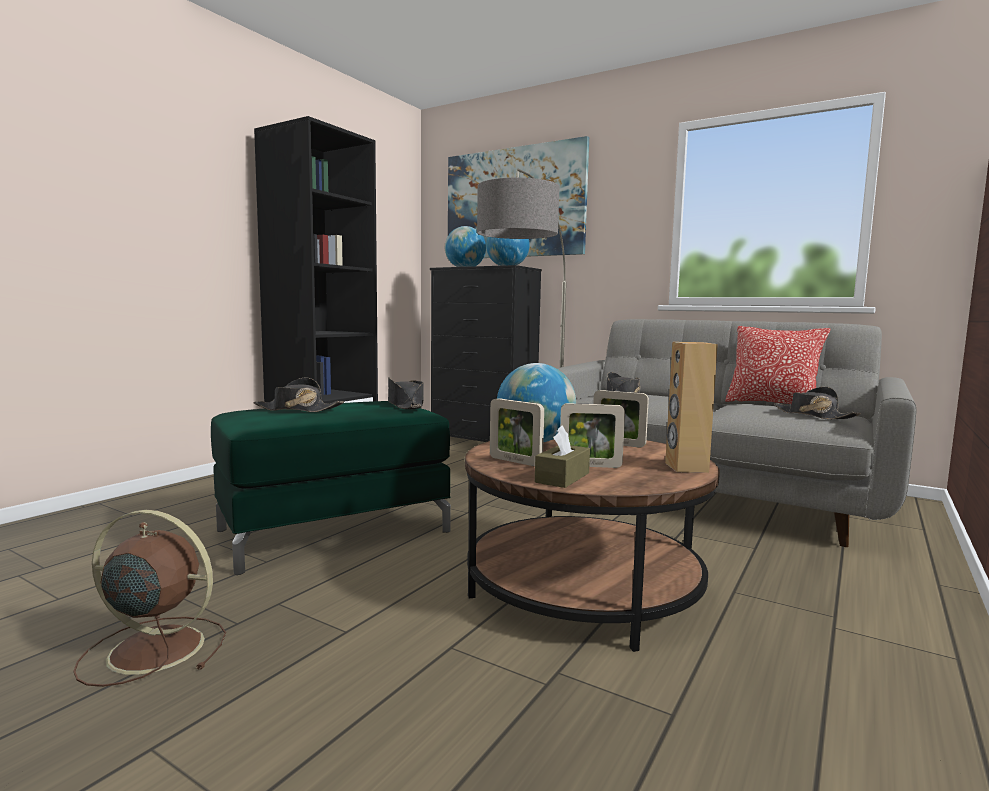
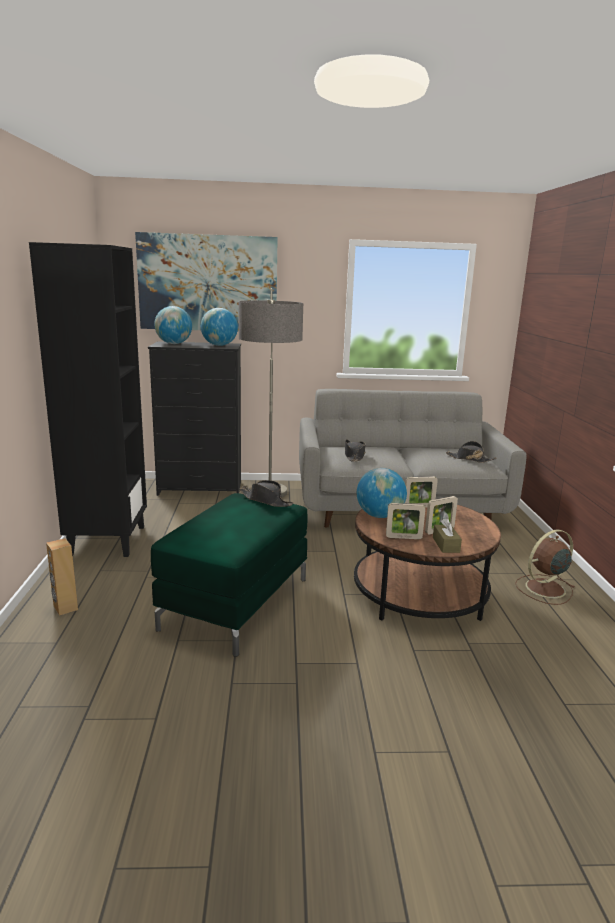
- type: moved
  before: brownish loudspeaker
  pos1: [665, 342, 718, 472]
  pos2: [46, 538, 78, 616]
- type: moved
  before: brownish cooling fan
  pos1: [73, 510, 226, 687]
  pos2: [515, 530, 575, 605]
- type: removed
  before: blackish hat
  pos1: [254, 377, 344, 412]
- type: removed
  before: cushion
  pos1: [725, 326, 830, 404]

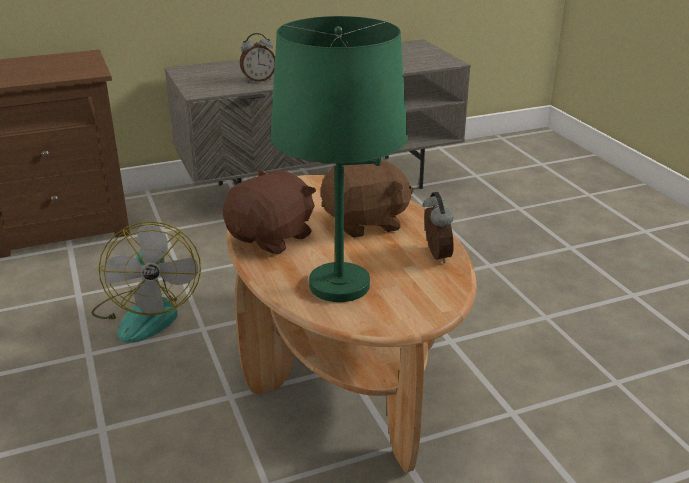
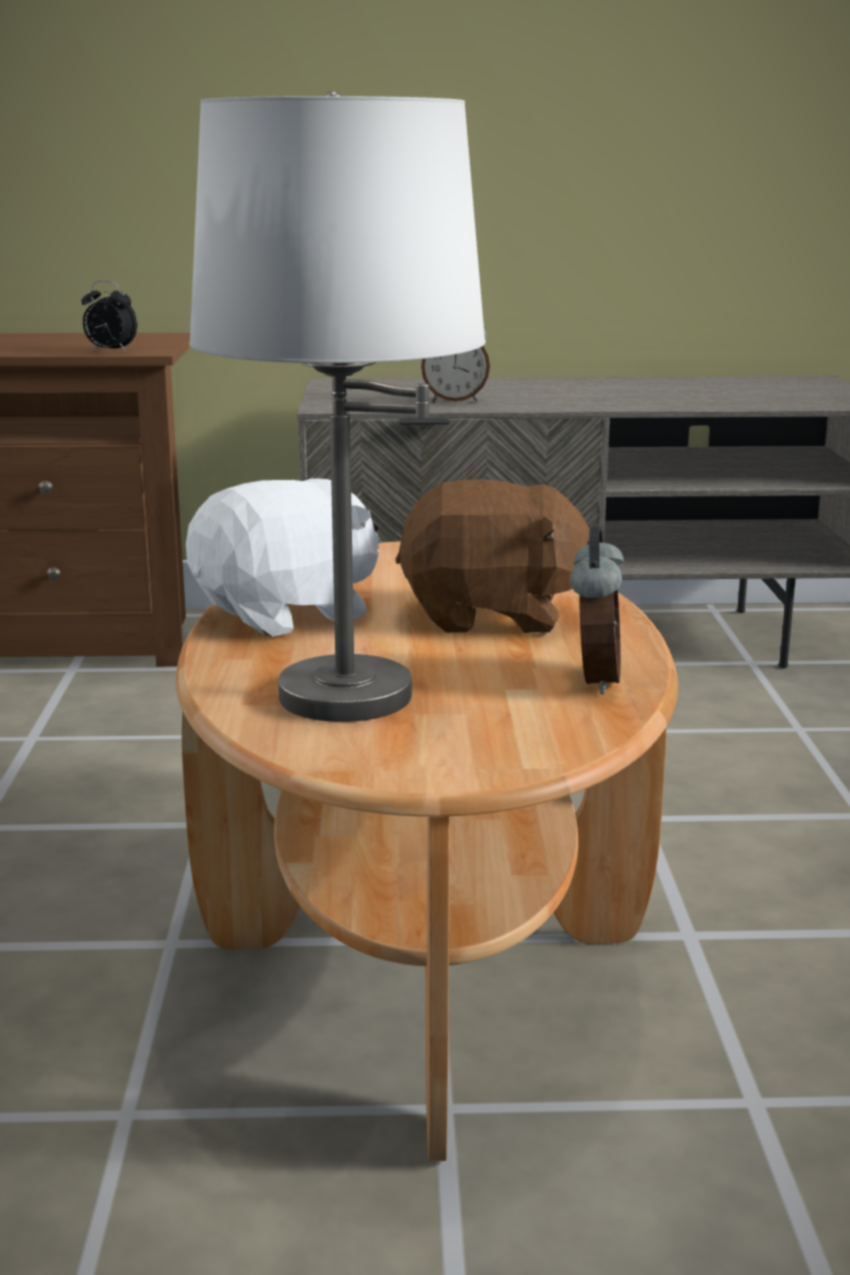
- type: added
  after: bedside clock
  pos2: [81, 281, 137, 352]
- type: recoloured
  before: brownish soft toy
  after: white soft toy
  pos1: [222, 170, 316, 254]
  pos2: [186, 478, 380, 637]
- type: recoloured
  before: green-coloured lamp for a table
  after: white lamp for a table
  pos1: [270, 16, 408, 302]
  pos2: [189, 91, 486, 722]
- type: removed
  before: cooling fan
  pos1: [92, 221, 201, 343]

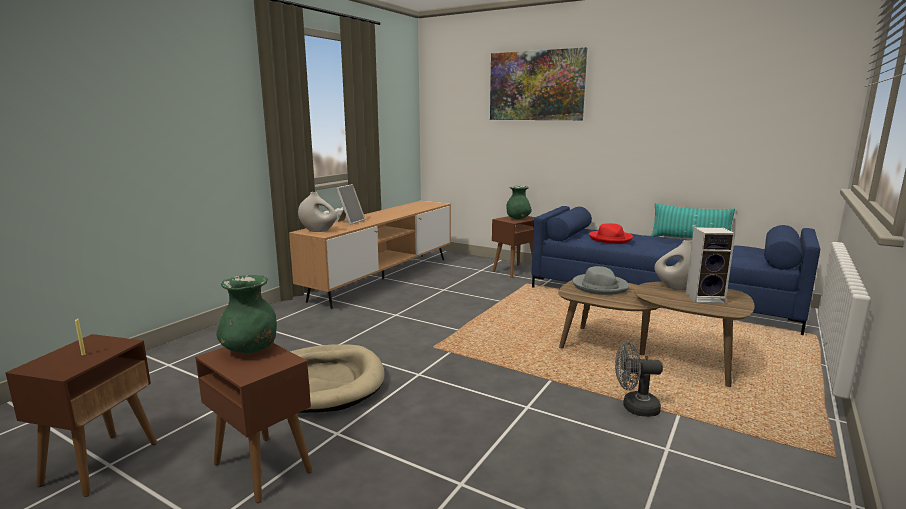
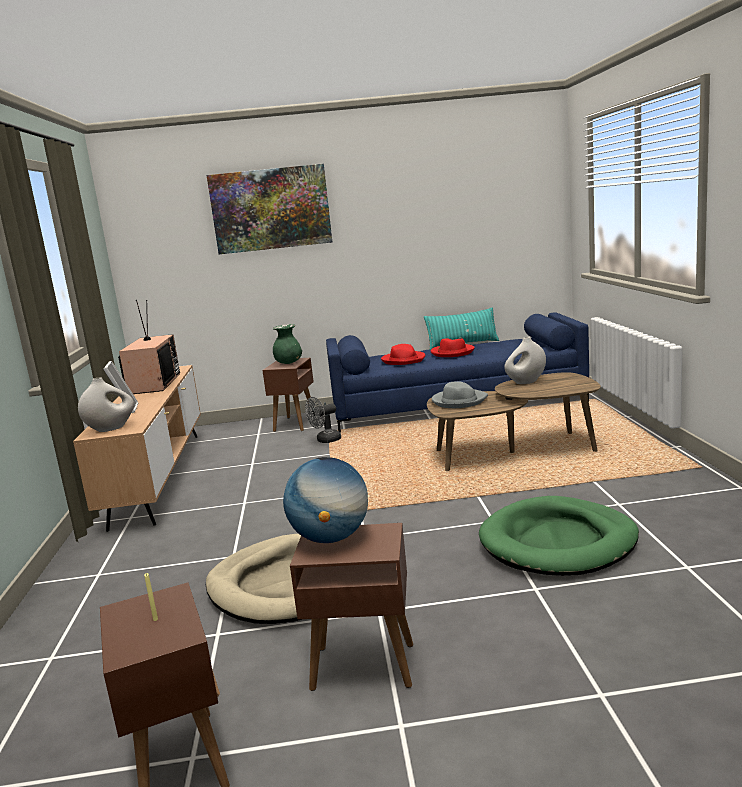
- type: added
  after: TV
  pos2: [118, 300, 180, 394]
- type: replaced
  before: green-coloured vase
  after: globe
  pos1: [216, 275, 277, 353]
  pos2: [283, 457, 368, 543]
- type: moved
  before: grey cooling fan
  pos1: [615, 342, 663, 417]
  pos2: [305, 397, 341, 443]
- type: added
  after: reddish hat
  pos2: [431, 338, 475, 357]
- type: added
  after: green-coloured pet bed
  pos2: [479, 496, 639, 576]
- type: removed
  before: loudspeaker
  pos1: [686, 227, 735, 304]

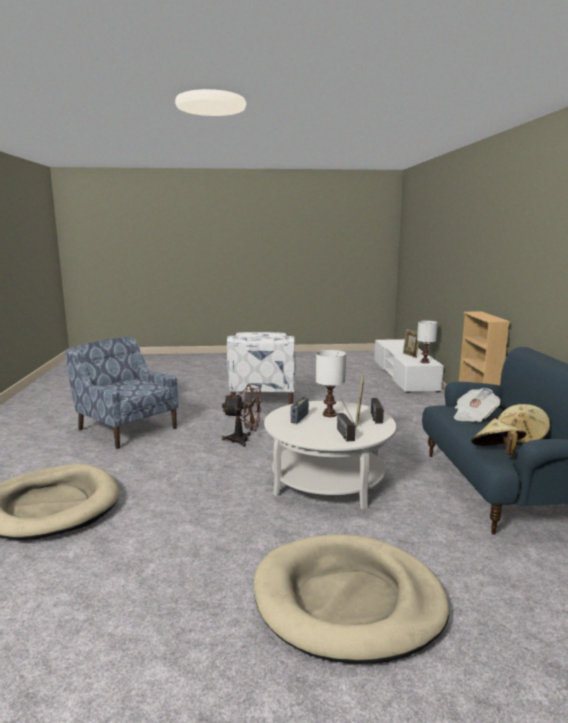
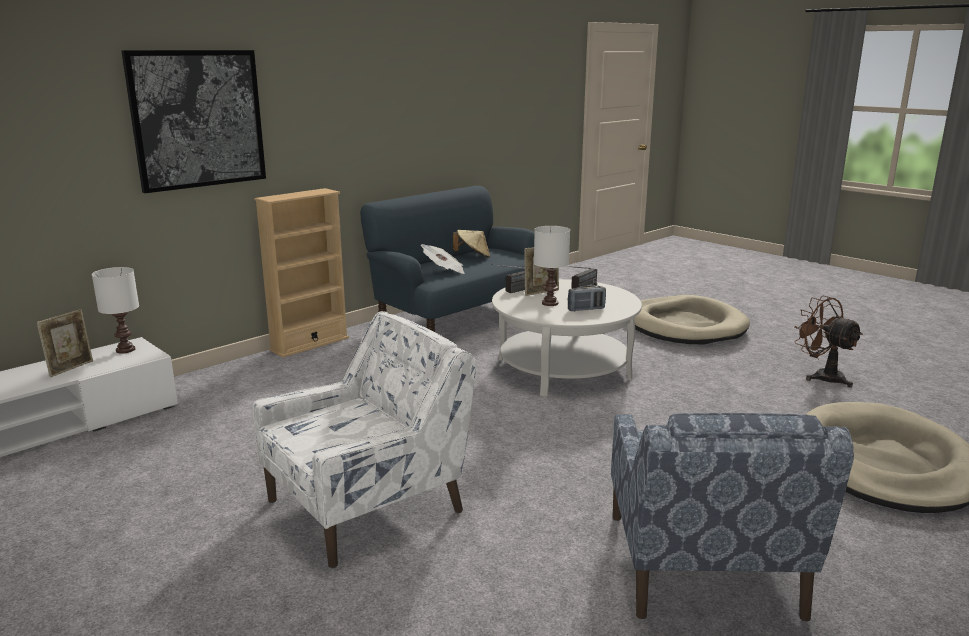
- type: added
  after: wall picture
  pos2: [121, 50, 266, 193]
- type: moved
  before: brownish cooling fan
  pos1: [222, 384, 262, 447]
  pos2: [794, 296, 863, 388]
- type: removed
  before: beige hat
  pos1: [471, 418, 526, 455]

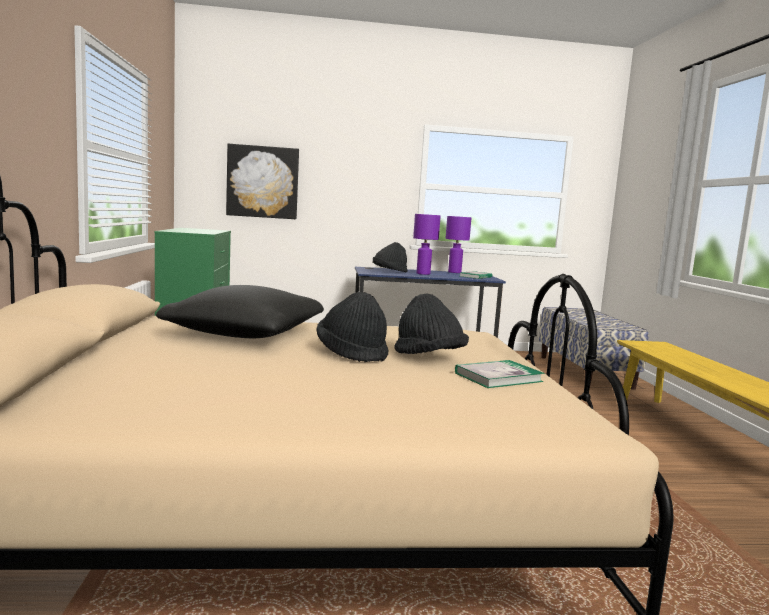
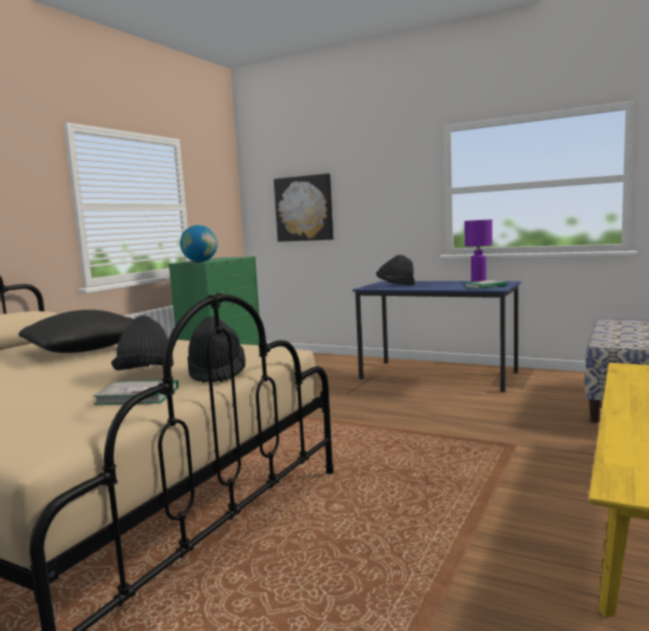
- type: added
  after: globe
  pos2: [180, 225, 218, 262]
- type: moved
  before: blackish hat
  pos1: [316, 292, 389, 362]
  pos2: [187, 317, 246, 383]
- type: removed
  before: purplish lamp for a table
  pos1: [413, 214, 441, 275]

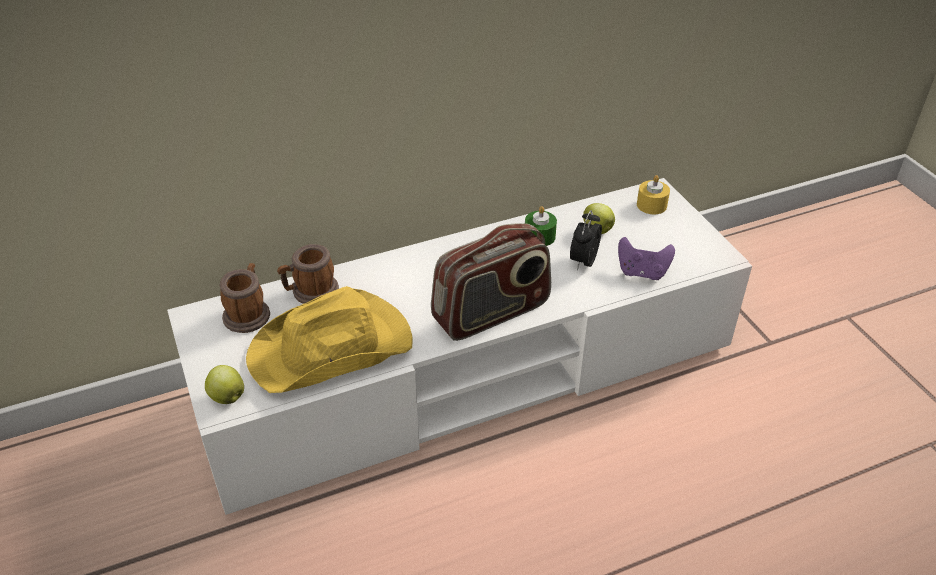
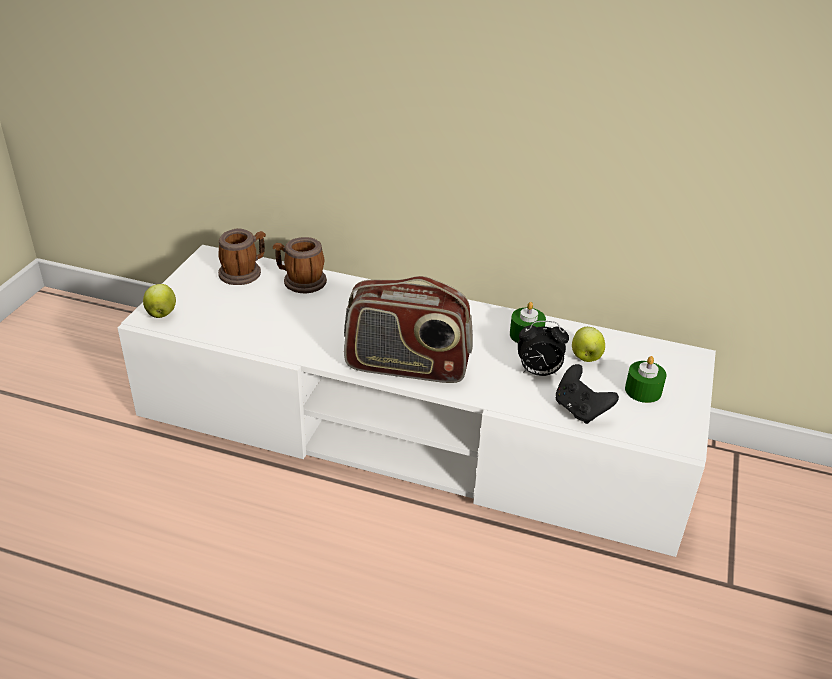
- type: turned
  before: bedside clock
  pos1: [570, 210, 602, 270]
  pos2: [518, 321, 569, 376]
  turn: -150
- type: recoloured
  before: purplish joypad
  after: blackish joypad
  pos1: [618, 237, 675, 280]
  pos2: [556, 364, 619, 424]
- type: added
  after: green-coloured wax candle
  pos2: [625, 356, 667, 403]
- type: removed
  before: yellow-coloured hat
  pos1: [246, 286, 413, 393]
- type: removed
  before: yellow-coloured wax candle
  pos1: [637, 175, 670, 214]

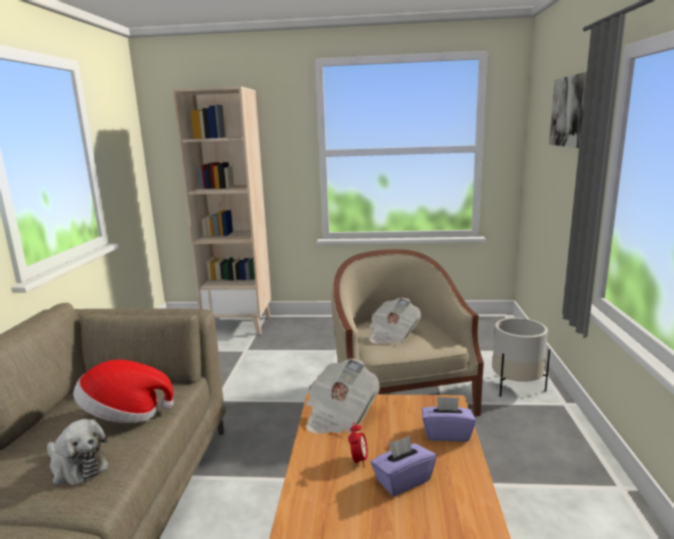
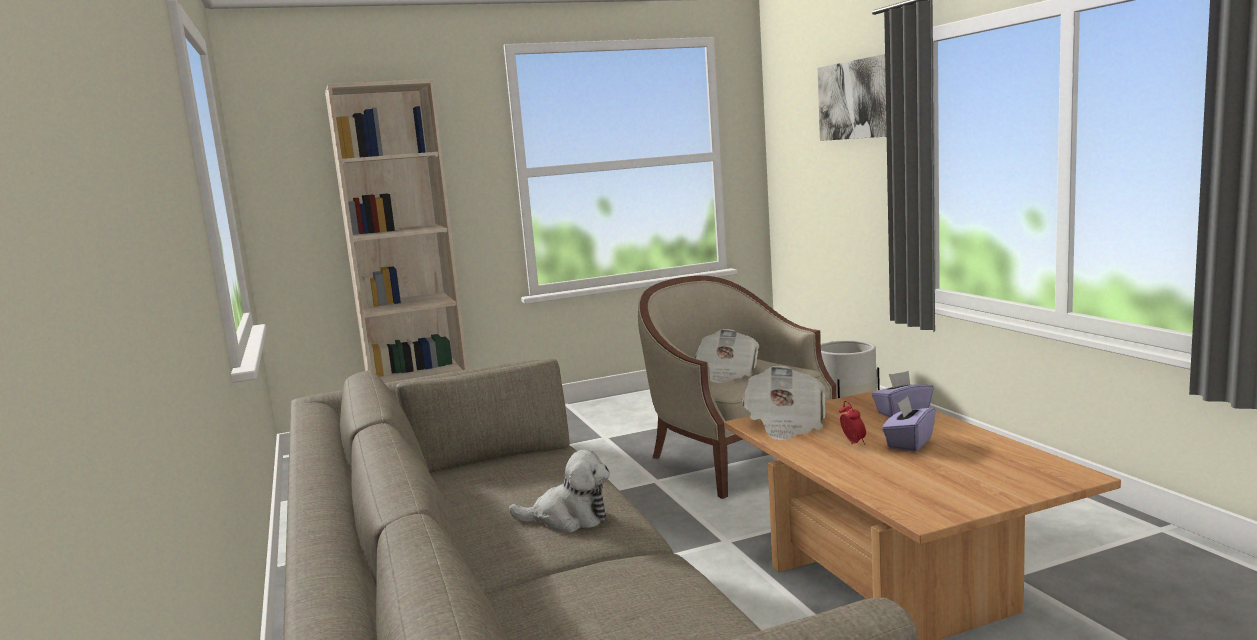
- type: removed
  before: hat
  pos1: [73, 359, 174, 423]

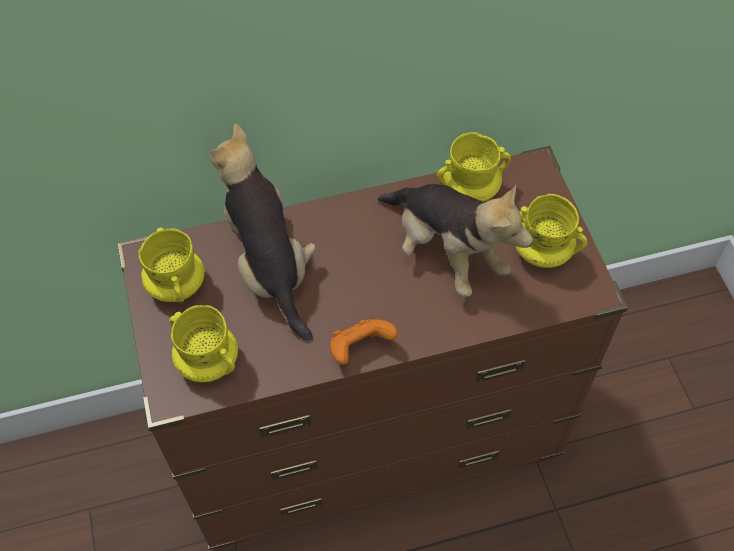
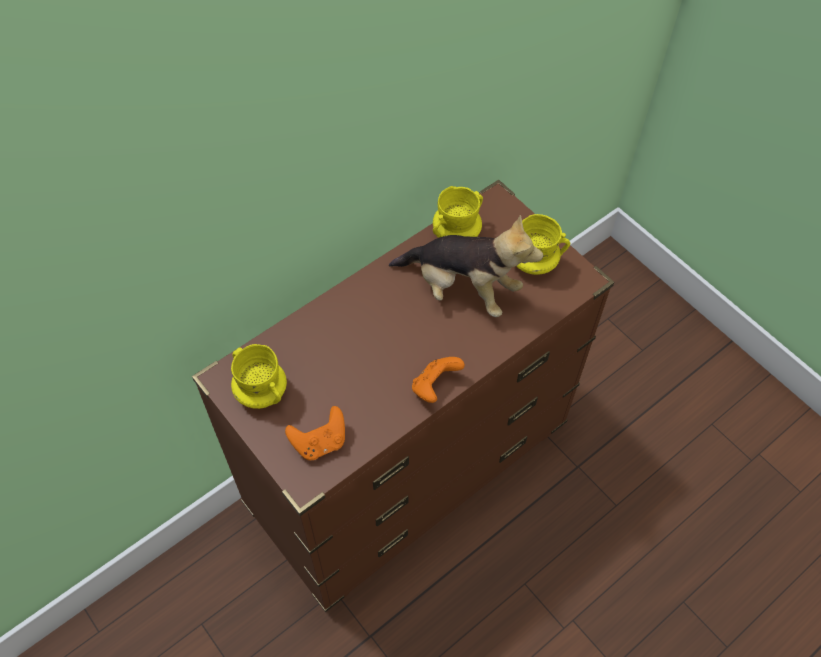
- type: replaced
  before: yellow-coloured coffee mug
  after: orange-coloured joypad
  pos1: [169, 305, 238, 382]
  pos2: [285, 406, 345, 460]
- type: removed
  before: soft toy
  pos1: [210, 124, 316, 341]

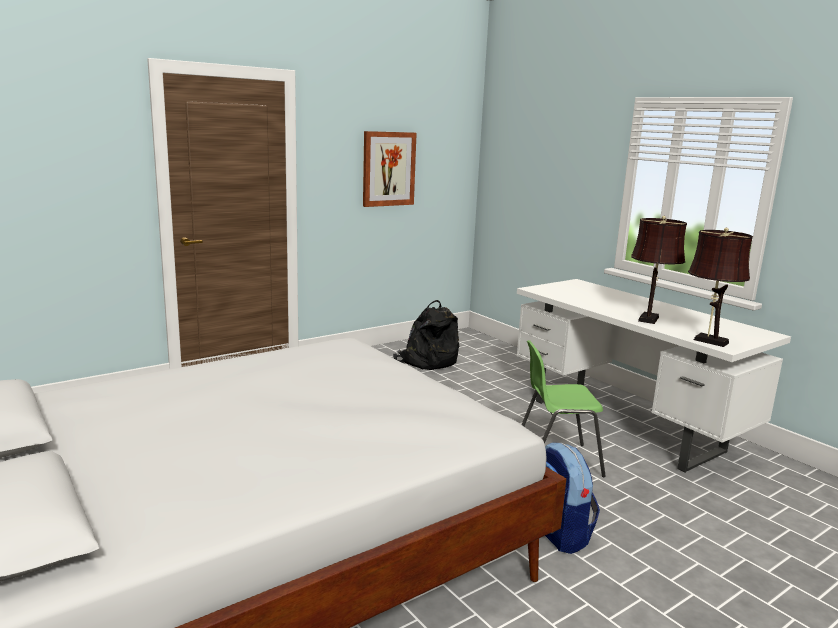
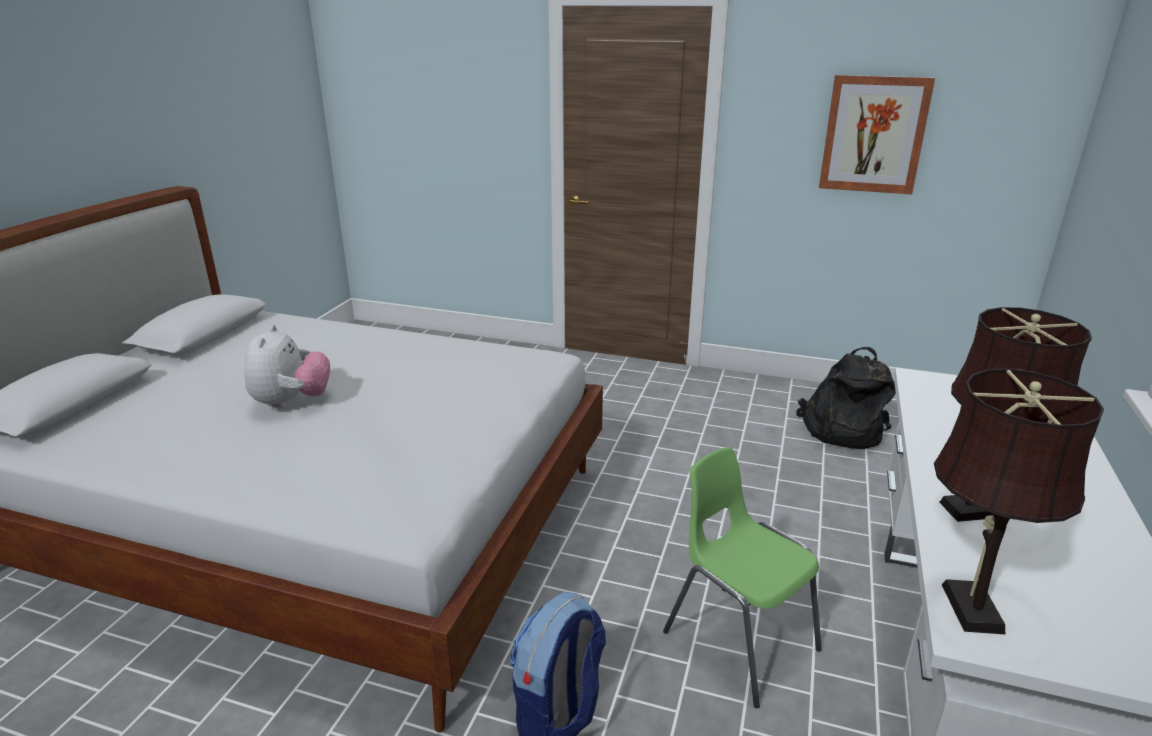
- type: added
  after: soft toy
  pos2: [244, 325, 330, 410]

